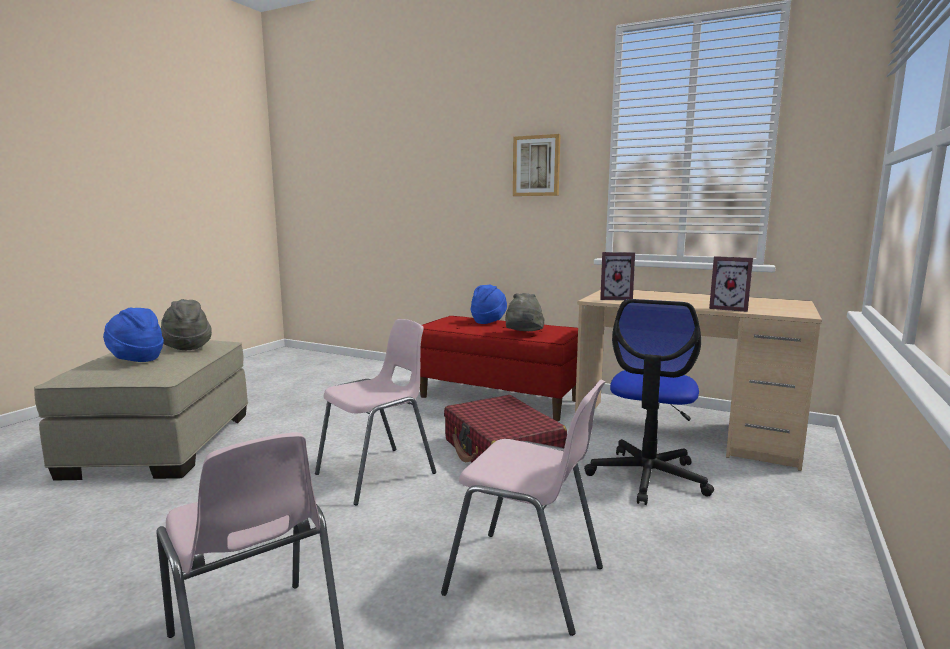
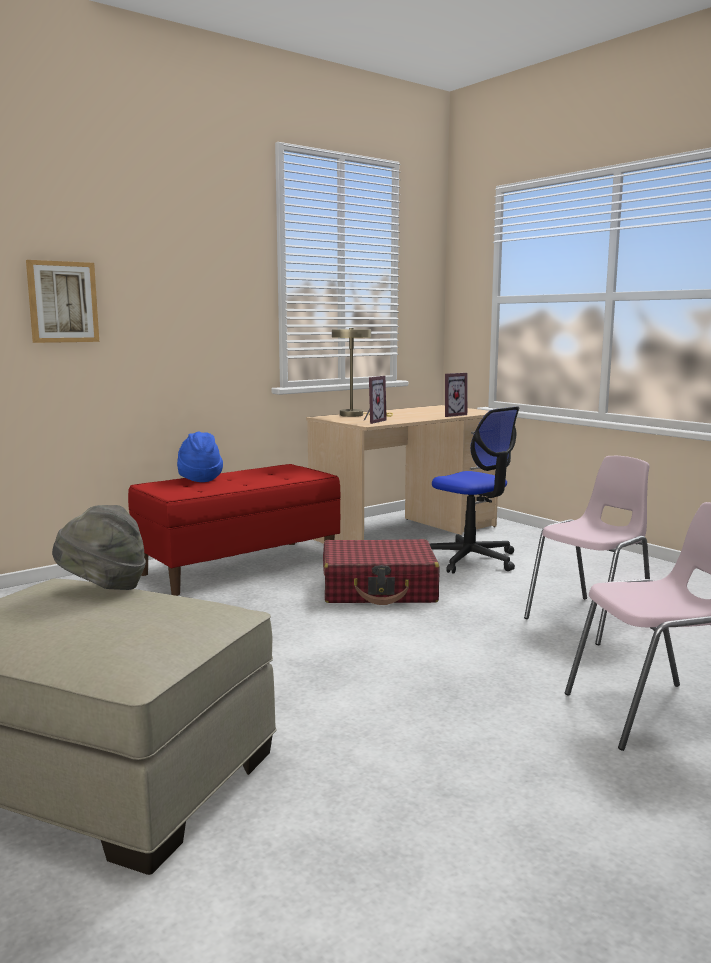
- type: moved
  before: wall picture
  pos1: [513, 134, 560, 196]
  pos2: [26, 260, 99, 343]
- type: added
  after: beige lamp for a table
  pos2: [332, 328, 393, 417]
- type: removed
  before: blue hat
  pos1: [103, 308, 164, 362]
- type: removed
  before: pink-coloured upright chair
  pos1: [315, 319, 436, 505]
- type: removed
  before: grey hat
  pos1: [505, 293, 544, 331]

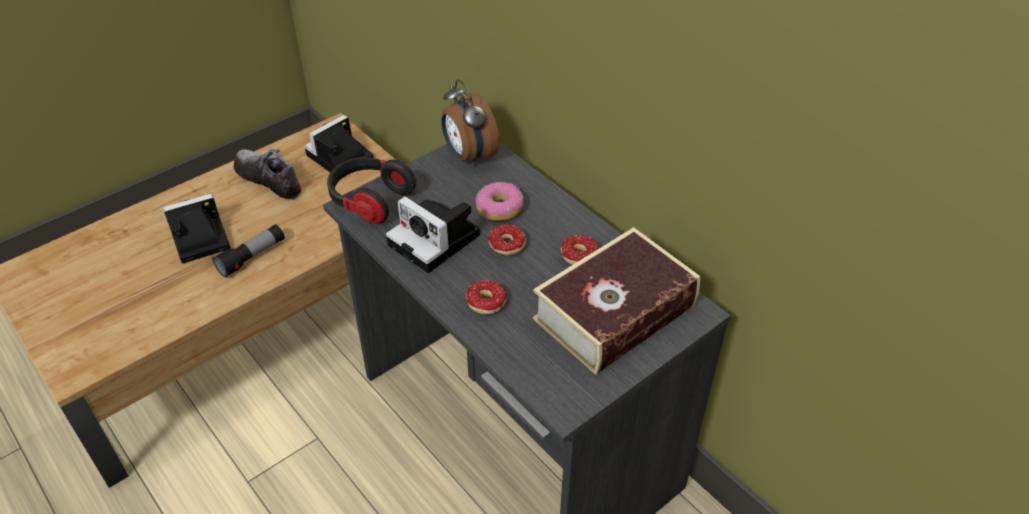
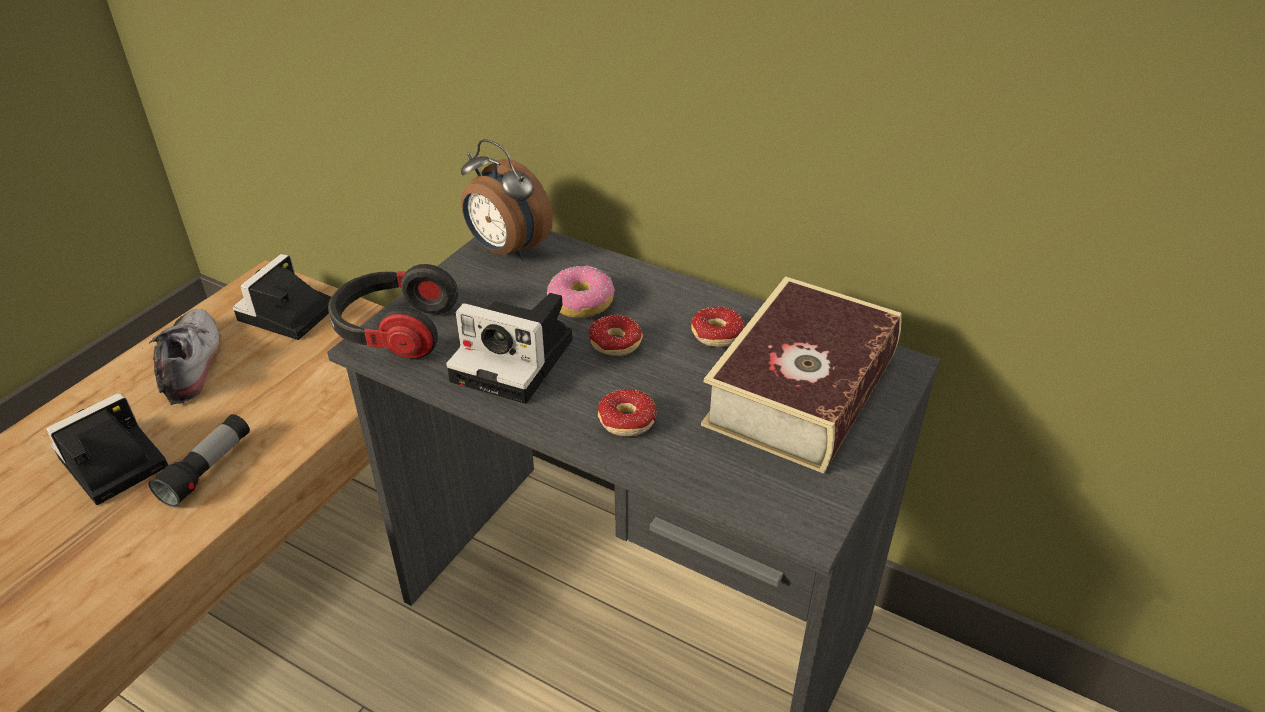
- type: turned
  before: low shoe
  pos1: [233, 149, 302, 200]
  pos2: [142, 309, 234, 405]
  turn: 60

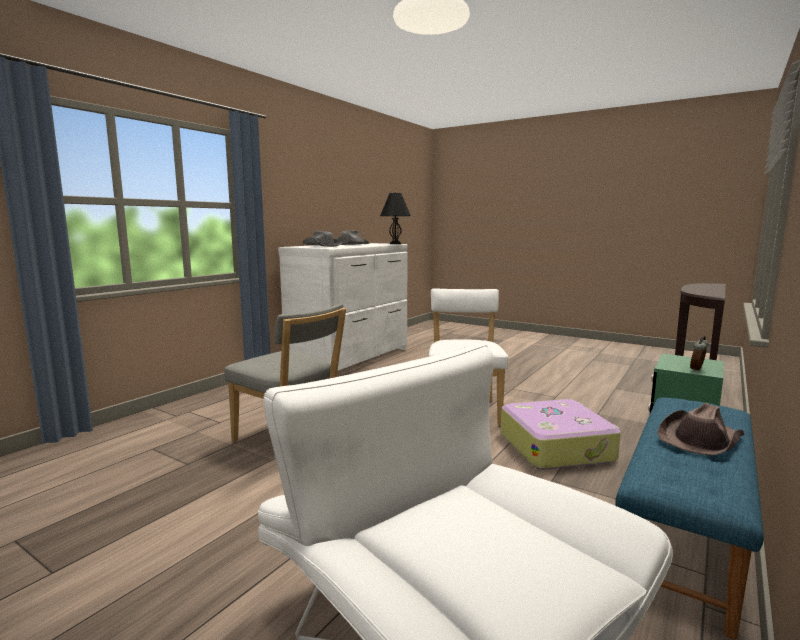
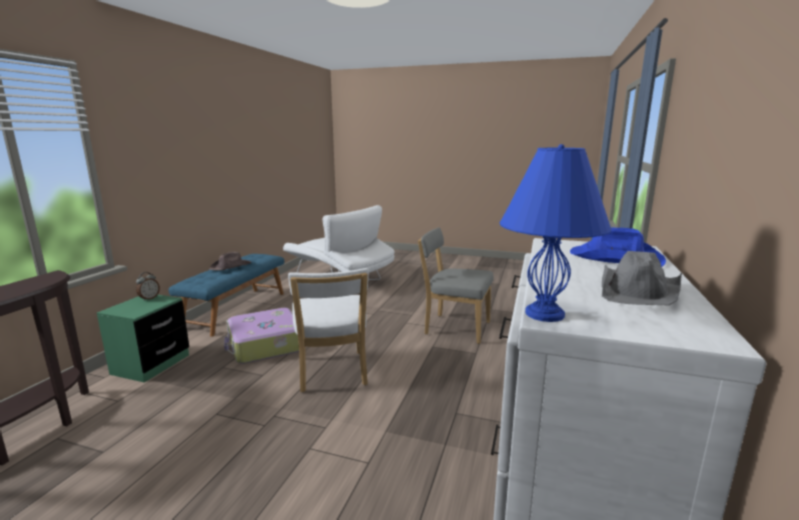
- type: recoloured
  before: blackish lamp for a table
  after: blue lamp for a table
  pos1: [380, 192, 411, 244]
  pos2: [500, 144, 612, 322]
- type: recoloured
  before: grey hat
  after: blue hat
  pos1: [303, 231, 342, 247]
  pos2: [570, 228, 666, 267]

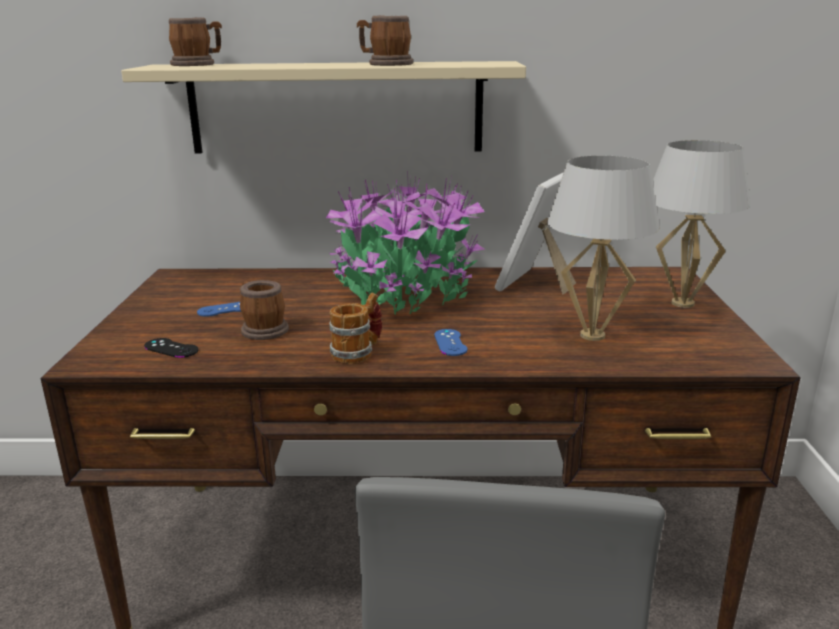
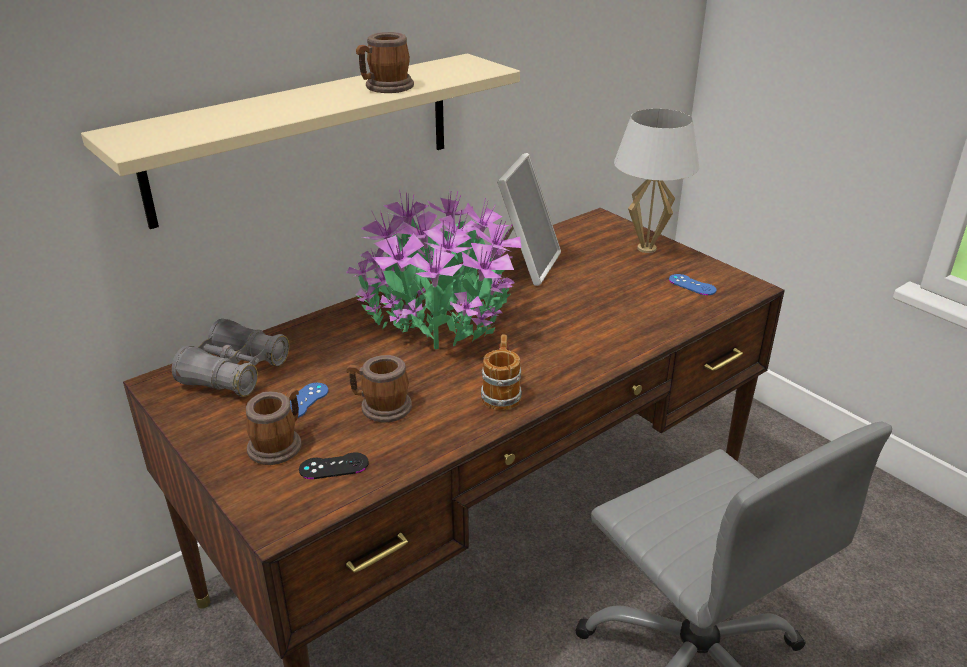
- type: added
  after: grey field glasses
  pos2: [172, 319, 289, 397]
- type: moved
  before: coffee mug
  pos1: [169, 17, 222, 66]
  pos2: [246, 389, 302, 465]
- type: turned
  before: standing frame
  pos1: [495, 172, 576, 294]
  pos2: [492, 153, 561, 286]
  turn: -150
- type: moved
  before: blue joypad
  pos1: [434, 329, 467, 356]
  pos2: [669, 274, 716, 295]
- type: removed
  before: white lamp for a table
  pos1: [547, 156, 660, 341]

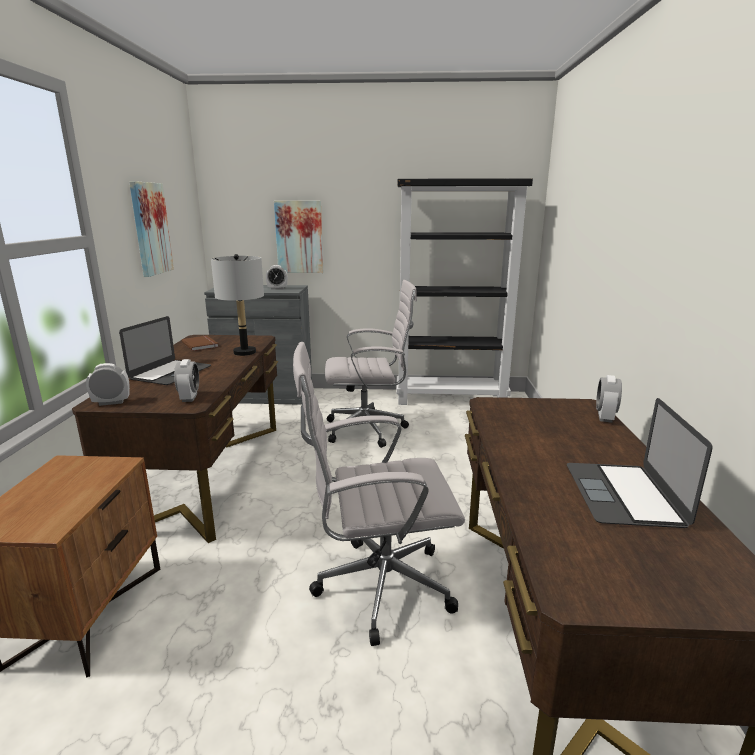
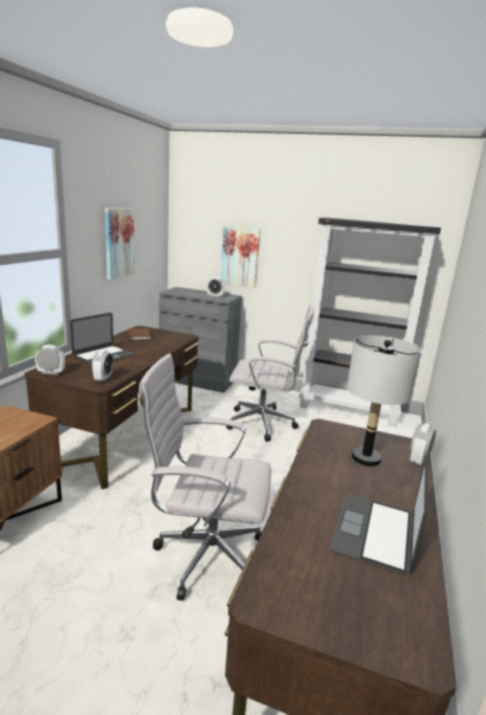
- type: moved
  before: grey lamp for a table
  pos1: [211, 254, 264, 356]
  pos2: [347, 335, 422, 466]

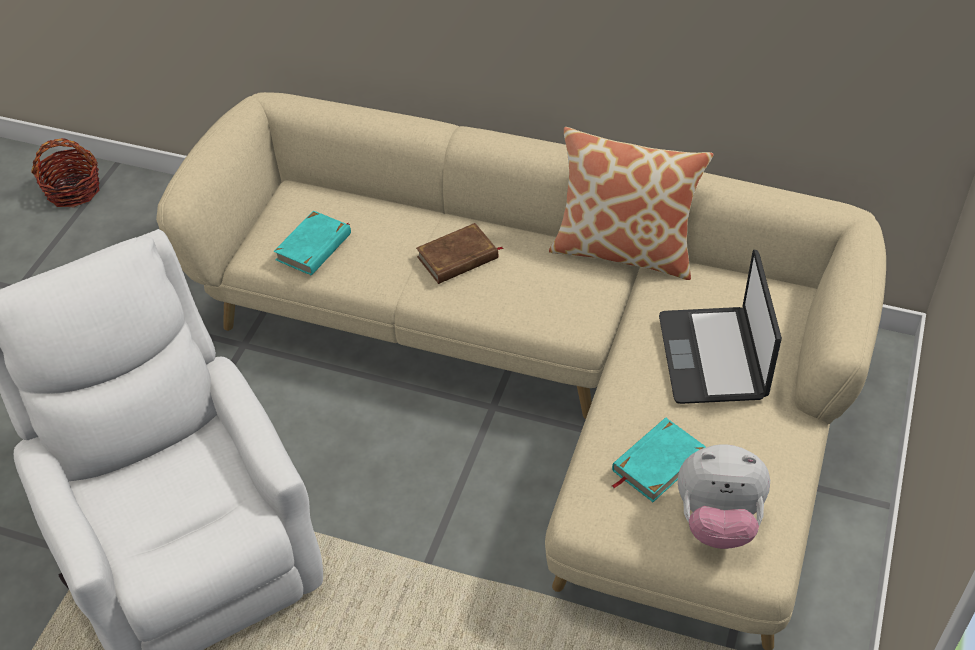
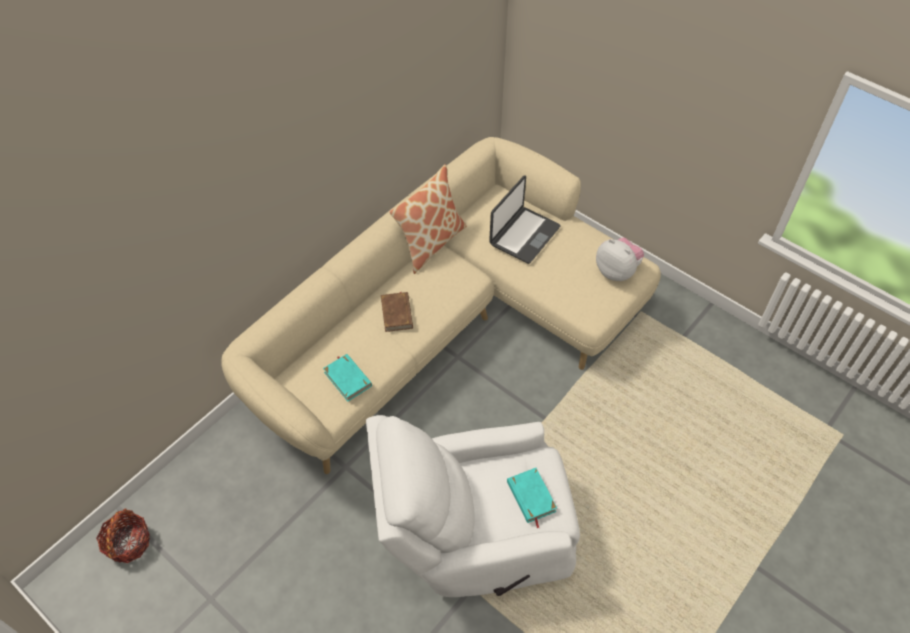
- type: turned
  before: portable computer
  pos1: [659, 249, 782, 404]
  pos2: [489, 176, 561, 264]
  turn: -75
- type: moved
  before: turquoise-coloured volume
  pos1: [612, 418, 706, 502]
  pos2: [507, 468, 557, 528]
- type: turned
  before: soft toy
  pos1: [678, 444, 770, 549]
  pos2: [596, 238, 644, 281]
  turn: -75

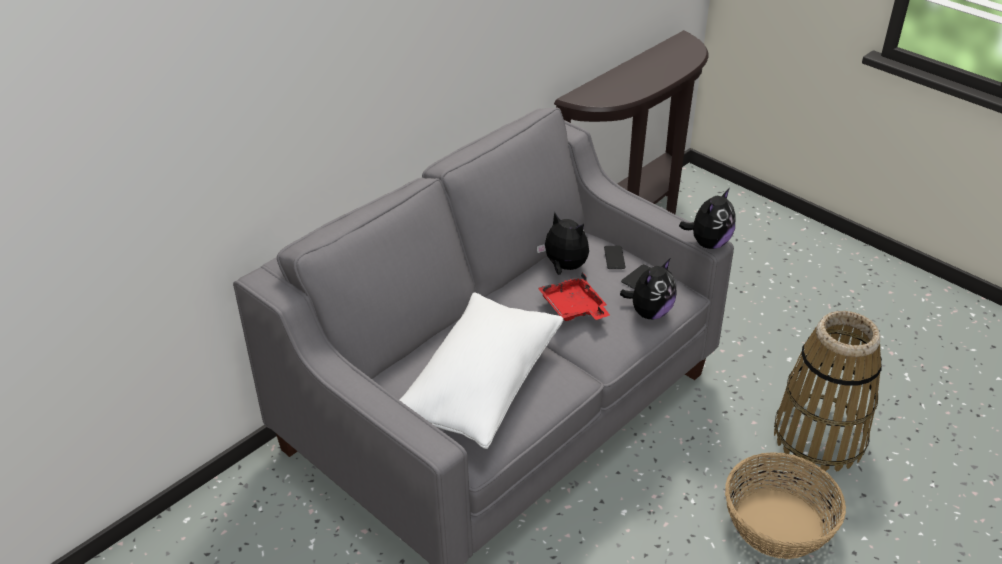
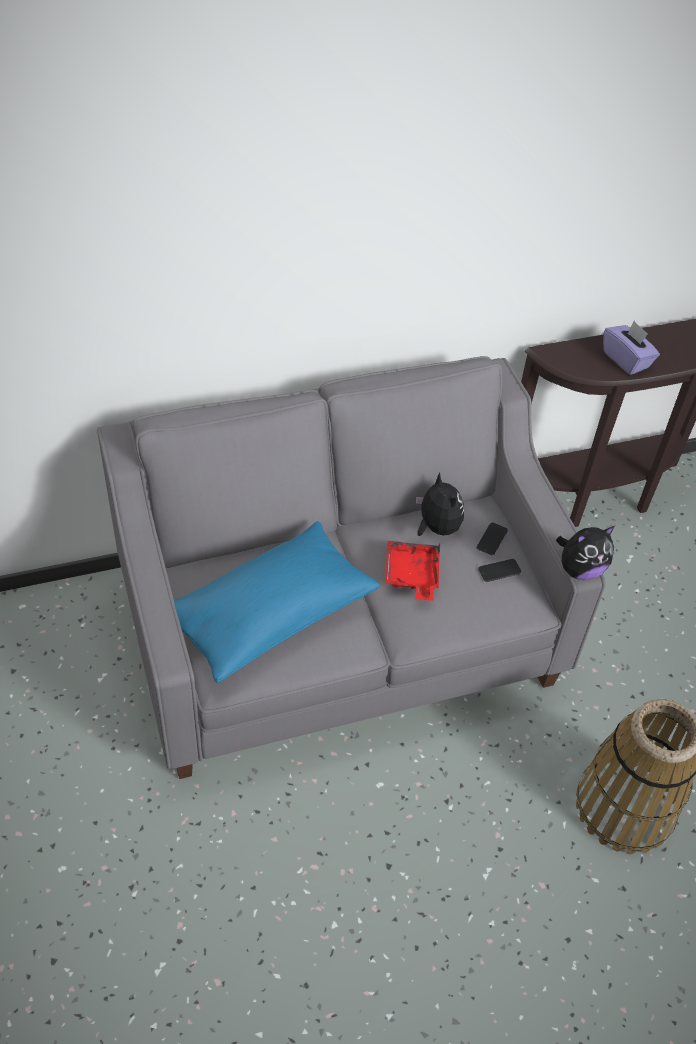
- type: recoloured
  before: white cushion
  after: blue cushion
  pos1: [399, 293, 563, 449]
  pos2: [174, 521, 380, 683]
- type: added
  after: purplish box of tissues
  pos2: [603, 321, 660, 375]
- type: removed
  before: soft toy
  pos1: [620, 259, 677, 319]
- type: removed
  before: basket
  pos1: [725, 452, 846, 559]

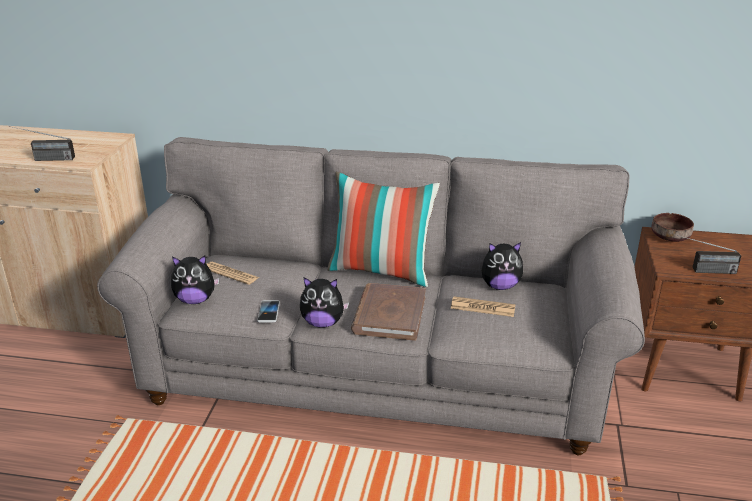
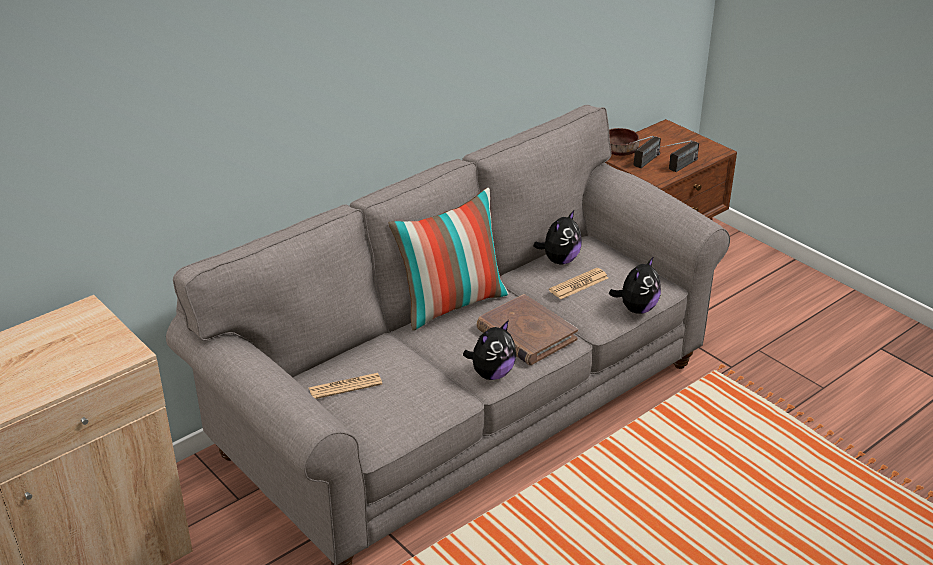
- type: moved
  before: soft toy
  pos1: [171, 255, 220, 304]
  pos2: [609, 256, 661, 314]
- type: moved
  before: radio set
  pos1: [9, 126, 75, 161]
  pos2: [626, 136, 661, 168]
- type: removed
  before: handset
  pos1: [257, 300, 280, 323]

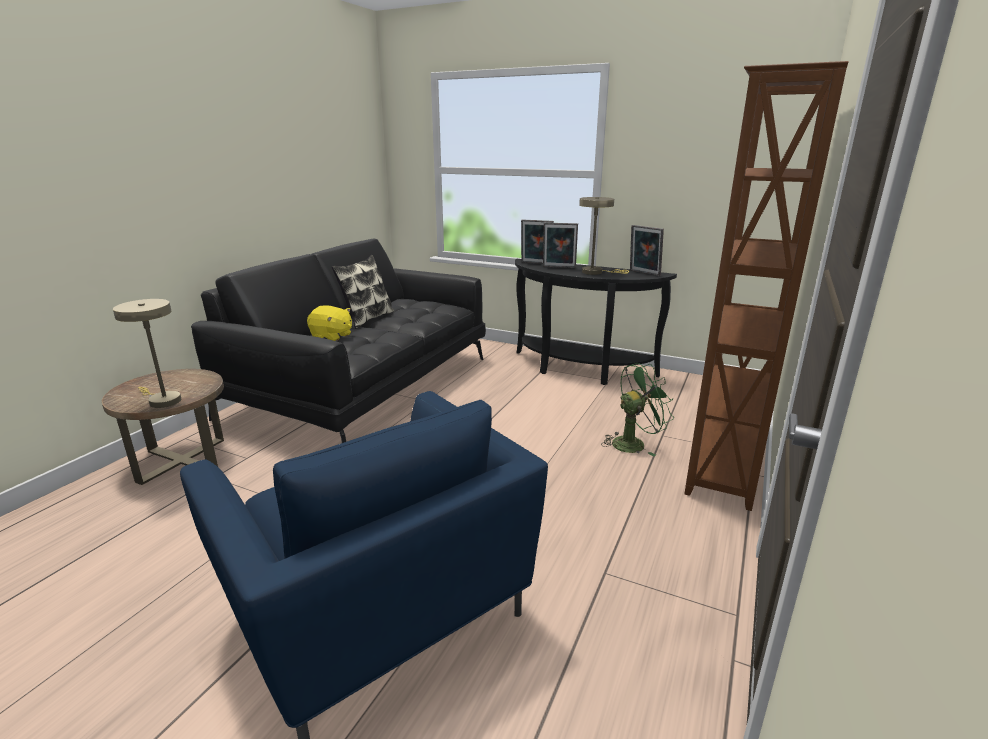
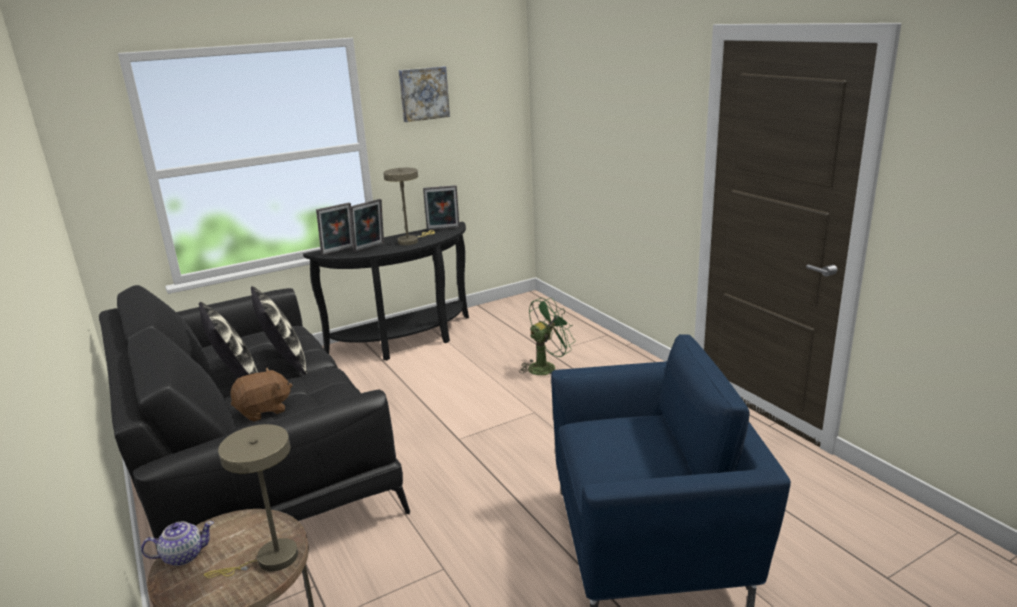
- type: added
  after: pot for tea
  pos2: [141, 521, 214, 566]
- type: recoloured
  before: yellow-coloured soft toy
  after: brownish soft toy
  pos1: [307, 305, 352, 341]
  pos2: [230, 368, 292, 422]
- type: added
  after: cushion
  pos2: [251, 286, 307, 375]
- type: added
  after: wall picture
  pos2: [399, 66, 450, 122]
- type: turned
  before: green-coloured cooling fan
  pos1: [601, 363, 674, 456]
  pos2: [519, 298, 574, 375]
  turn: 45
- type: removed
  before: brownish shelving unit
  pos1: [684, 61, 849, 511]

